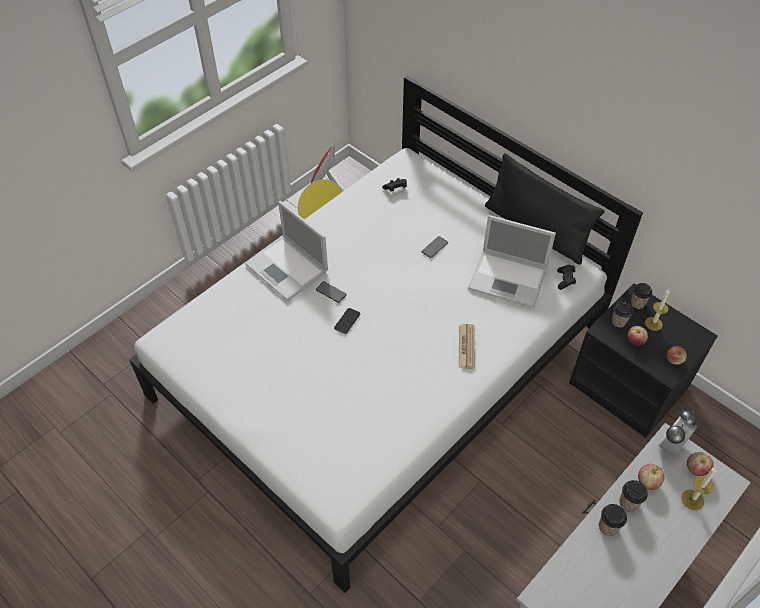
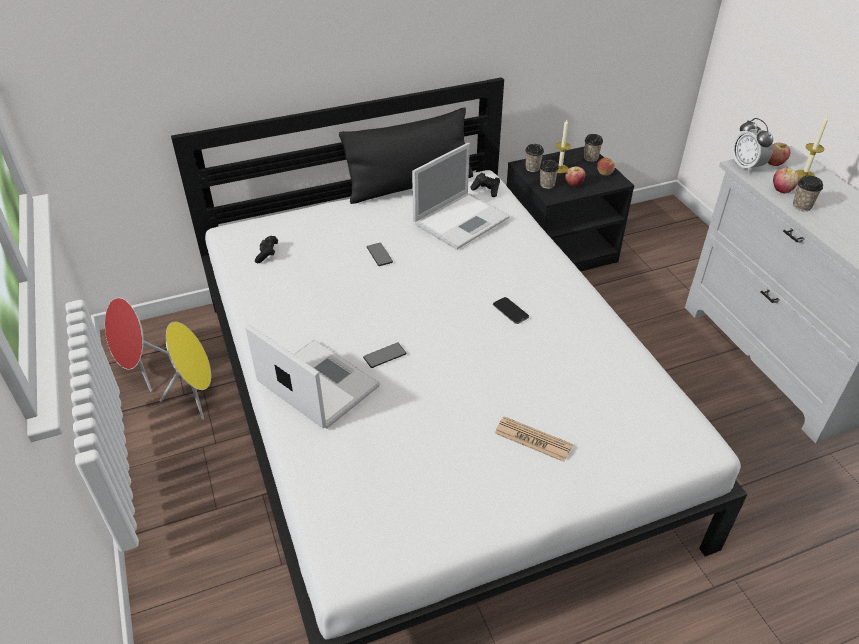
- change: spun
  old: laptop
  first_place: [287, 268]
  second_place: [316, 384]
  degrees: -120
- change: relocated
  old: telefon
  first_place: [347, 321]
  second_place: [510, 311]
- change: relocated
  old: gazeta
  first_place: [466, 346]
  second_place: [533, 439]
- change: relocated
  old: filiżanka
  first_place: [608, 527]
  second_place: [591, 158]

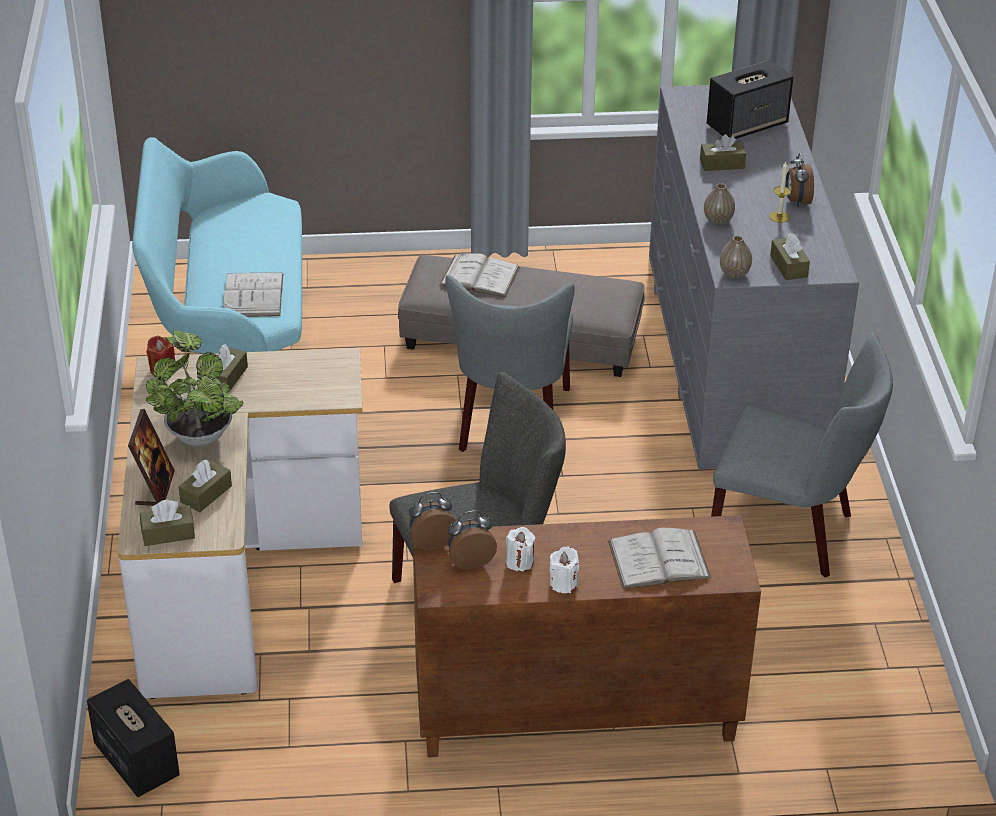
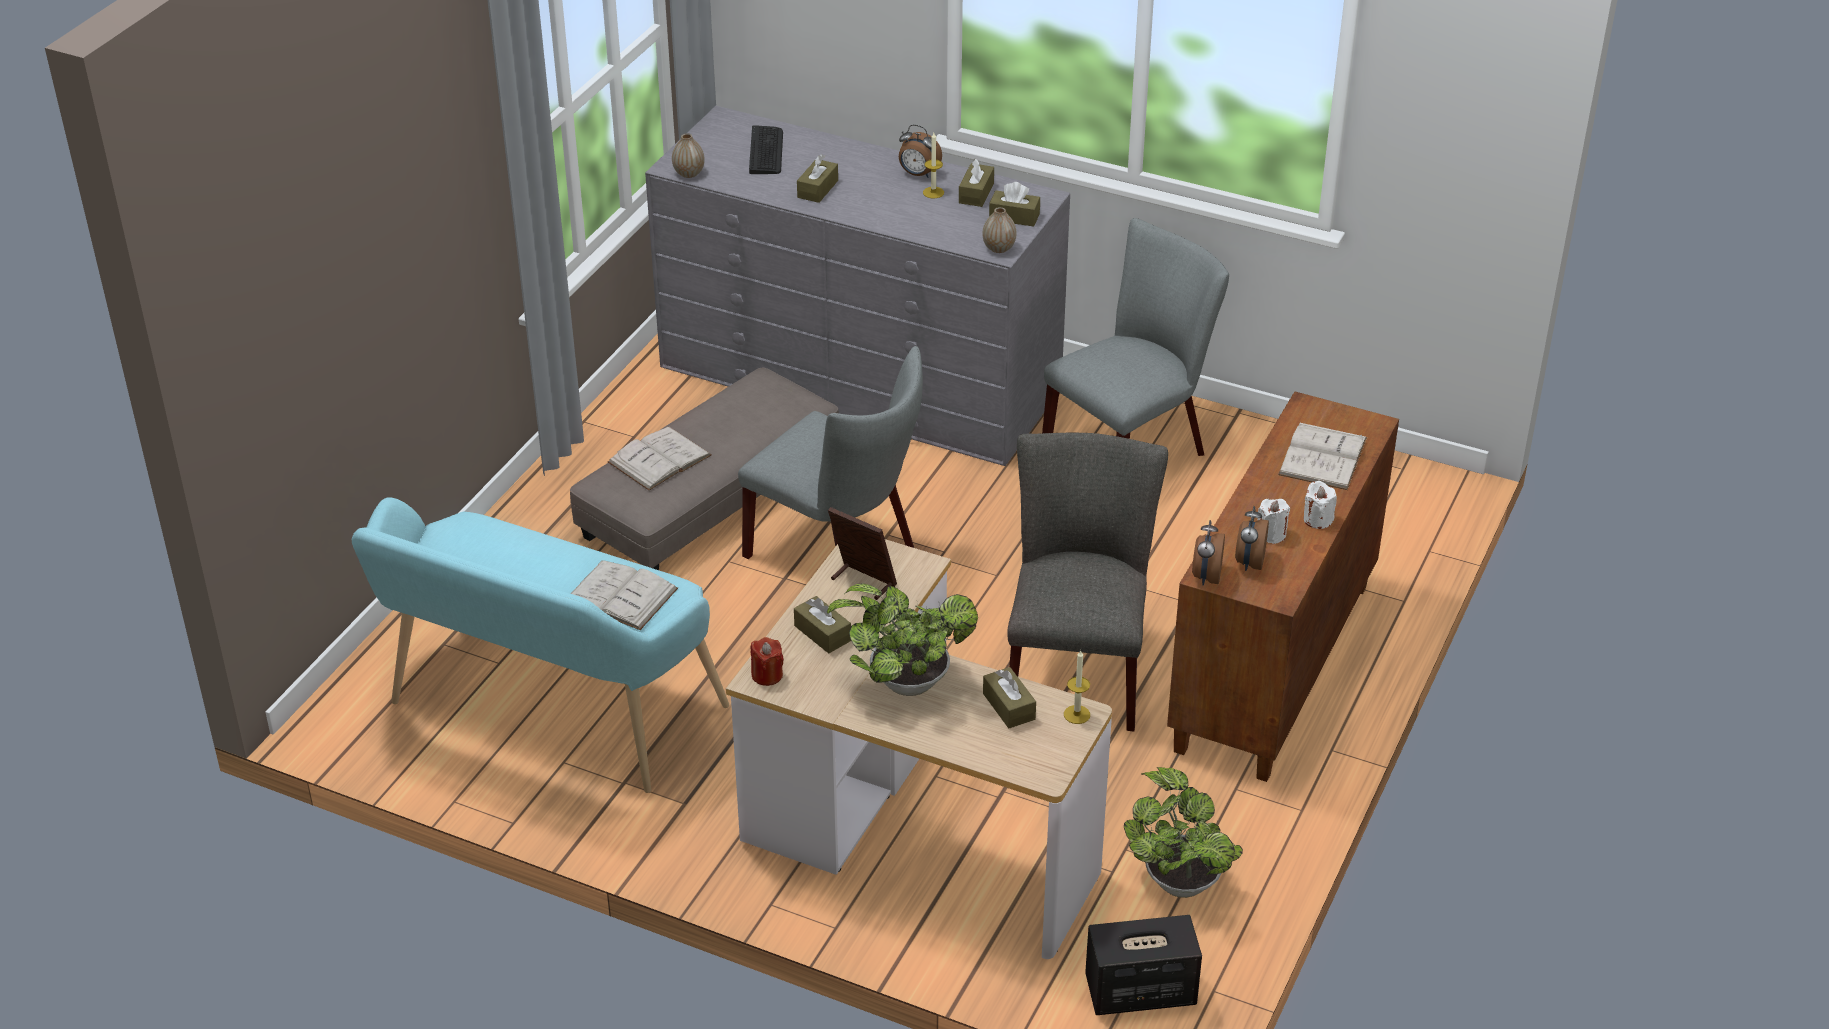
- change: exchanged
  old: głośnik
  new: klawiatura
  first_place: [747, 124]
  second_place: [766, 151]
- change: relocated
  old: wazon
  first_place: [718, 220]
  second_place: [689, 173]
- change: relocated
  old: ramka na zdjęcie
  first_place: [155, 489]
  second_place: [862, 581]
- change: relocated
  old: pudełko chusteczek/brązowy
  first_place: [168, 533]
  second_place: [976, 193]
- change: appeared
  new: świeca
  second_place: [1077, 714]
- change: appeared
  new: roślina doniczkowa
  second_place: [1178, 879]

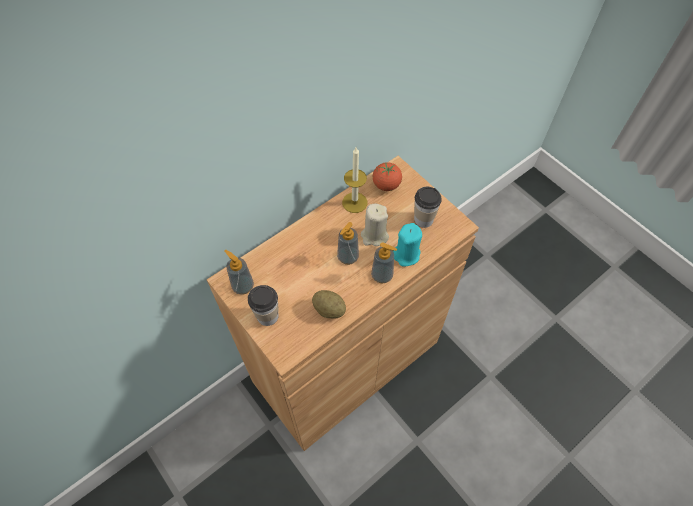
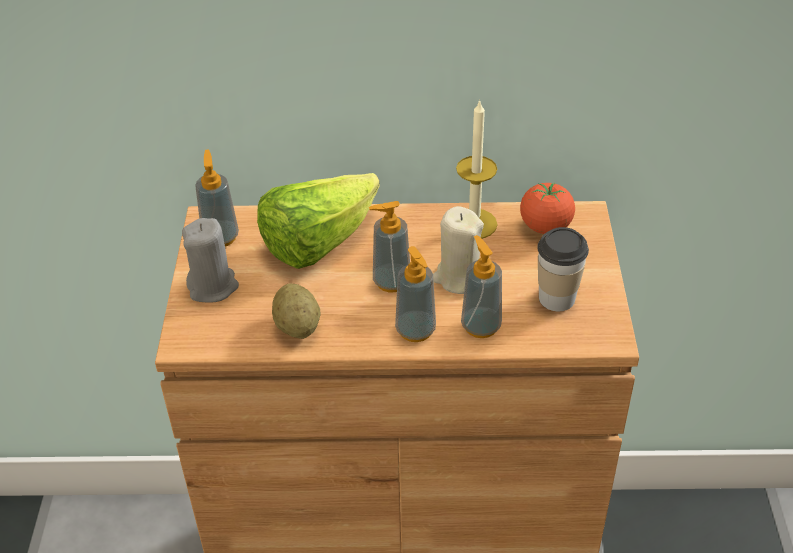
- change: exchanged
  old: świeca/turkusowy
  new: dozownik mydła
  first_place: [406, 254]
  second_place: [481, 326]
- change: exchanged
  old: filiżanka
  new: świeca/szary
  first_place: [267, 316]
  second_place: [213, 286]
- change: appeared
  new: sałata
  second_place: [318, 243]

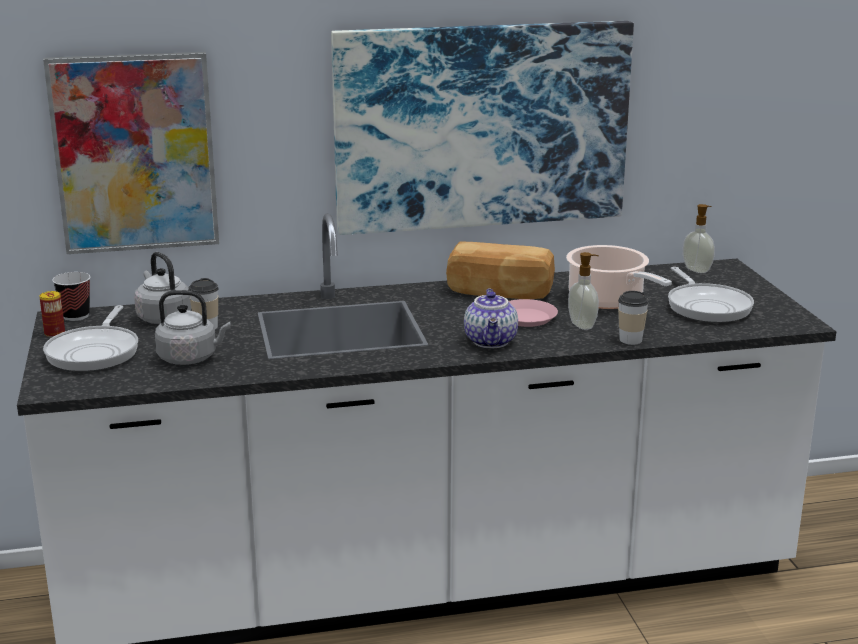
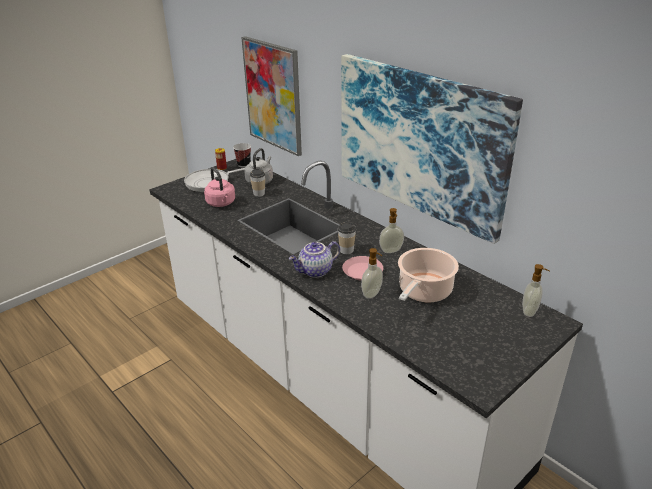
- change: exchanged
  old: chleb
  new: dozownik mydła
  first_place: [499, 293]
  second_place: [391, 251]
- change: missing
  old: patelnia
  first_place: [707, 306]
- change: colour
  old: czajnik/szary
  new: czajnik/różowy
  first_place: [191, 358]
  second_place: [221, 203]
- change: relocated
  old: filiżanka
  first_place: [630, 340]
  second_place: [346, 250]

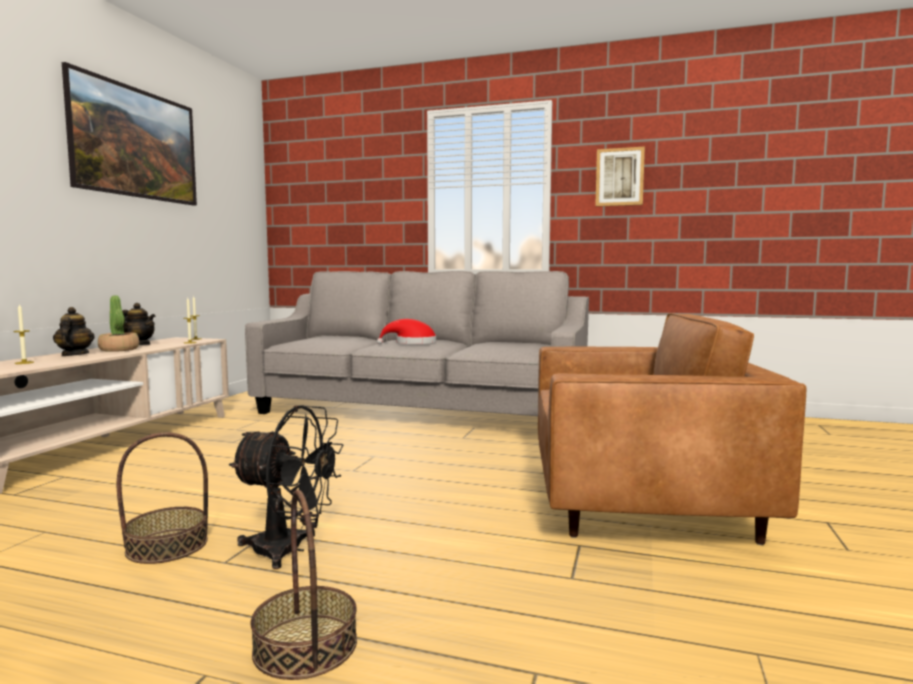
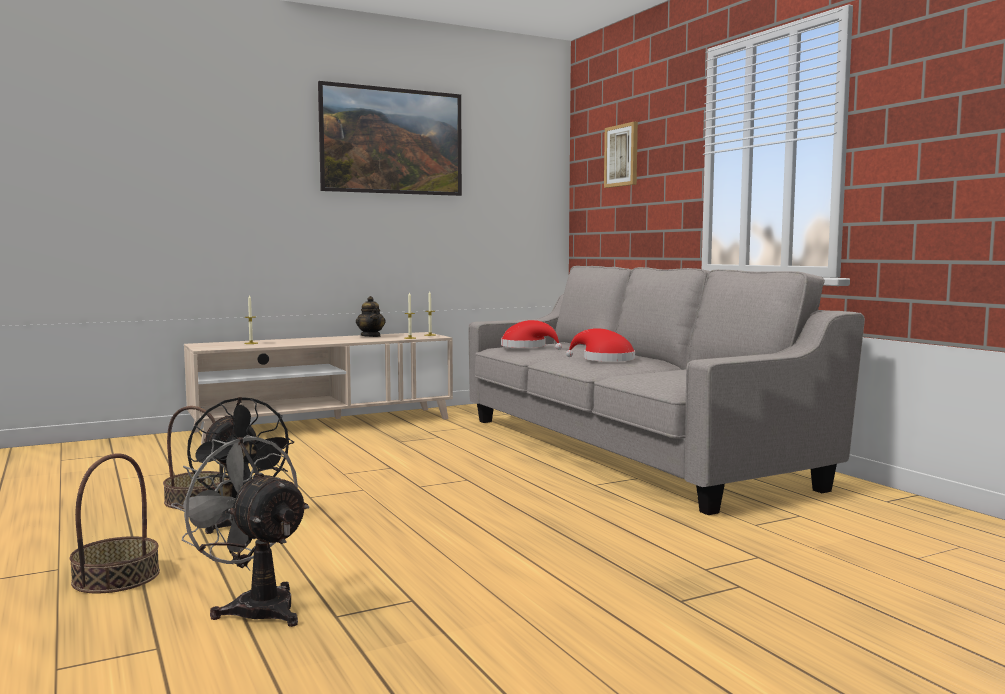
- change: relocated
  old: obraz
  first_place: [619, 177]
  second_place: [622, 155]
- change: missing
  old: roślina doniczkowa
  first_place: [119, 349]
- change: missing
  old: imbryk
  first_place: [74, 355]
- change: missing
  old: fotel/brązowy
  first_place: [640, 509]
- change: appeared
  new: kapelusz/czerwony
  second_place: [527, 347]
- change: appeared
  new: wentylator/szary
  second_place: [255, 606]

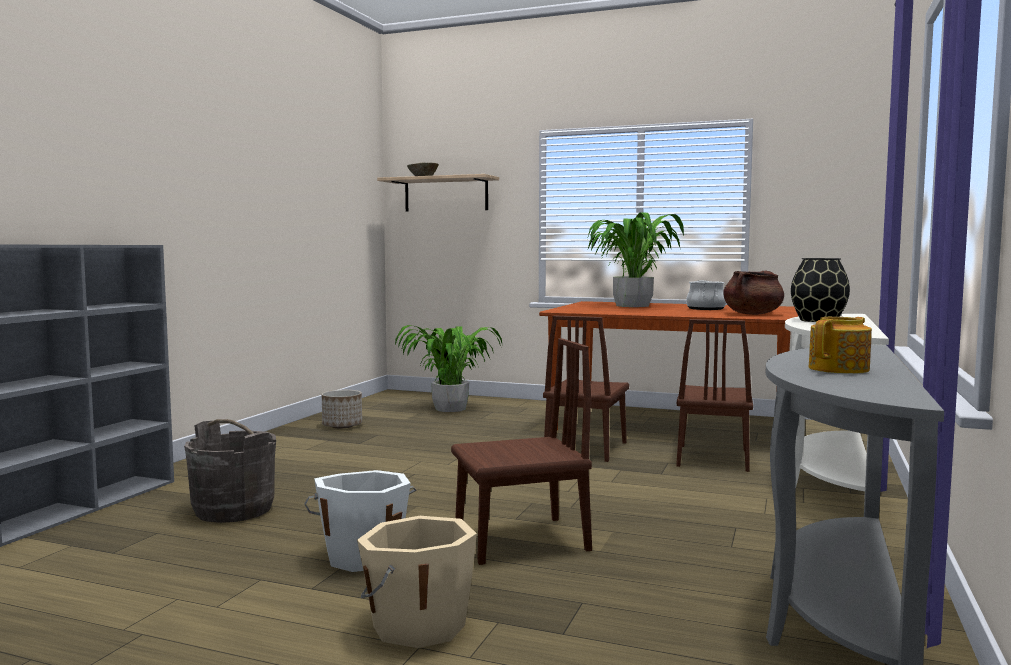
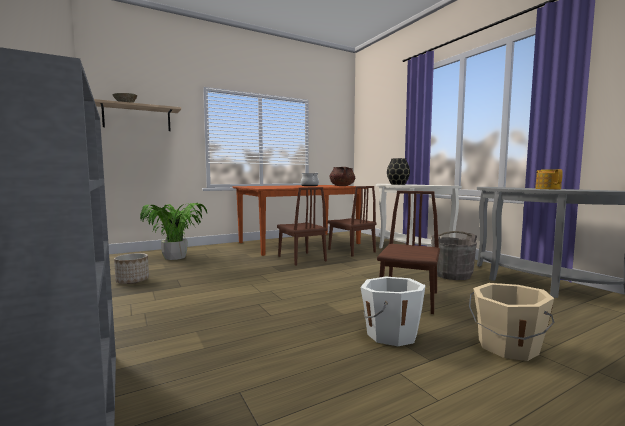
- change: missing
  old: roślina doniczkowa
  first_place: [632, 306]
- change: relocated
  old: wiadro/szary
  first_place: [233, 510]
  second_place: [452, 275]

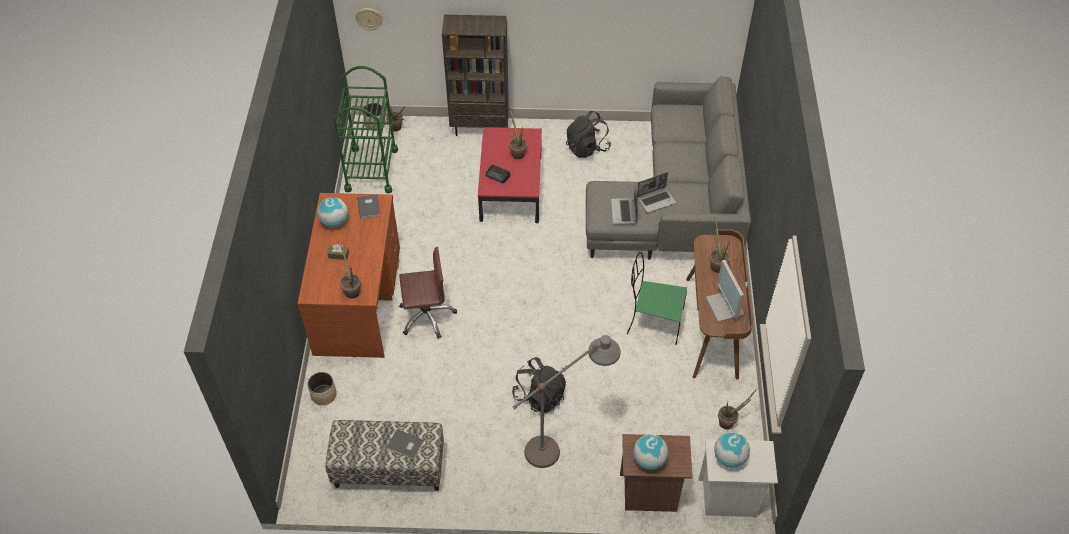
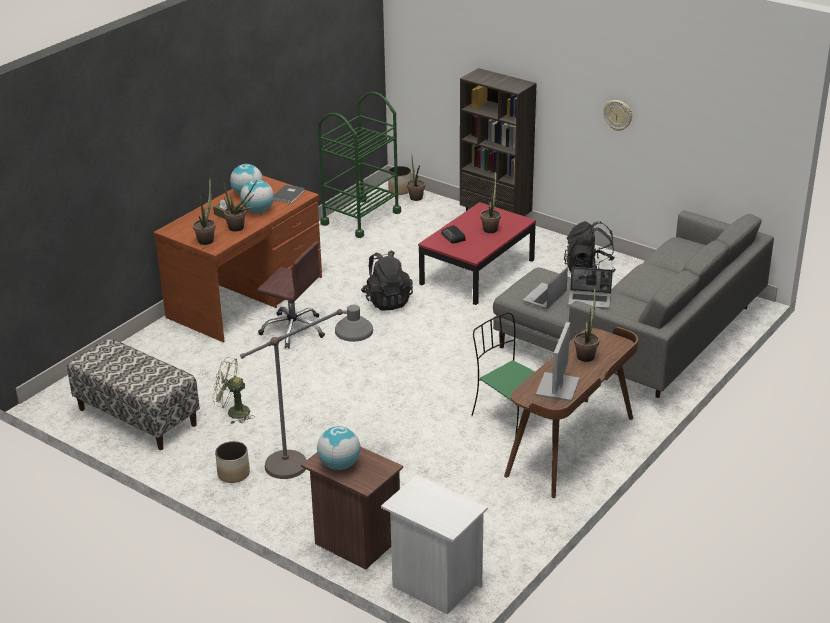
- change: relocated
  old: zegar ścienny
  first_place: [369, 18]
  second_place: [618, 115]
- change: relocated
  old: plecak/czarny
  first_place: [539, 396]
  second_place: [387, 301]
- change: relocated
  old: donica
  first_place: [323, 395]
  second_place: [233, 474]
- change: relocated
  old: roślina doniczkowa
  first_place: [729, 422]
  second_place: [239, 228]
- change: missing
  old: książka/szary
  first_place: [405, 445]
- change: relocated
  old: globus
  first_place: [729, 458]
  second_place: [258, 211]
- change: appeared
  new: wentylator/zielony
  second_place: [233, 412]

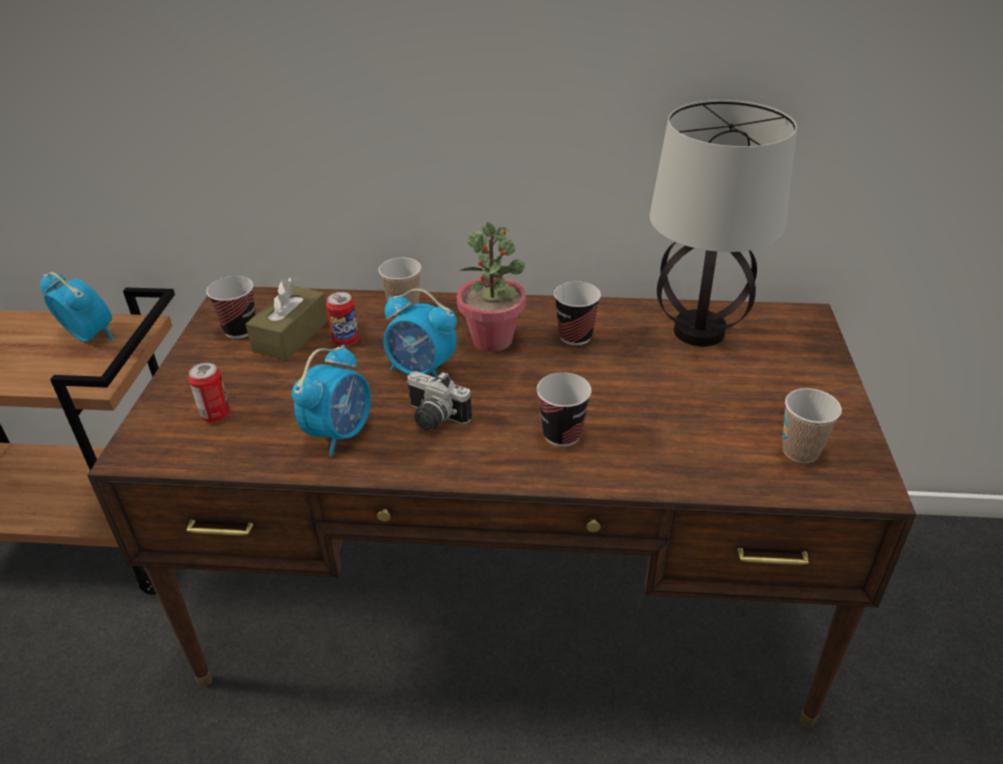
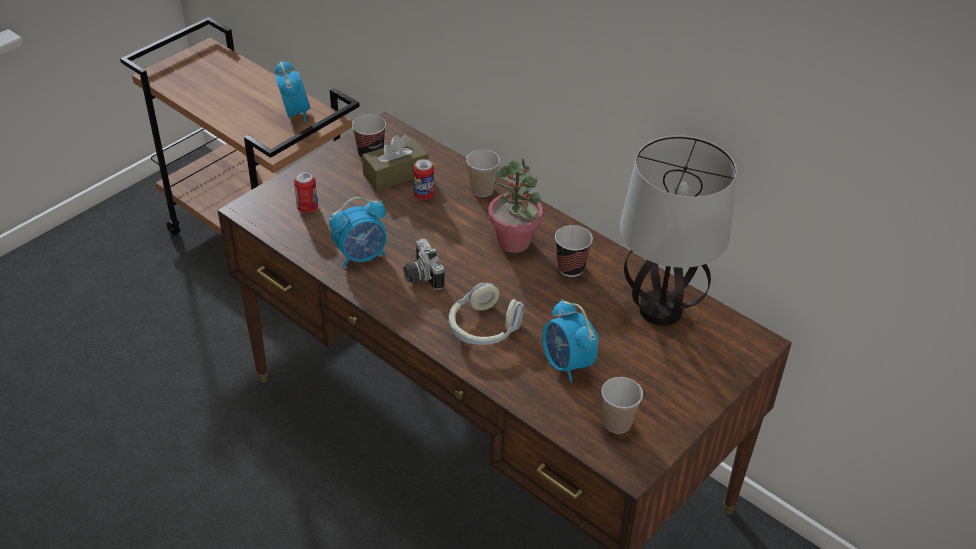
- change: relocated
  old: budzik
  first_place: [422, 371]
  second_place: [567, 364]
- change: exchanged
  old: filiżanka
  new: słuchawki
  first_place: [562, 434]
  second_place: [484, 328]

